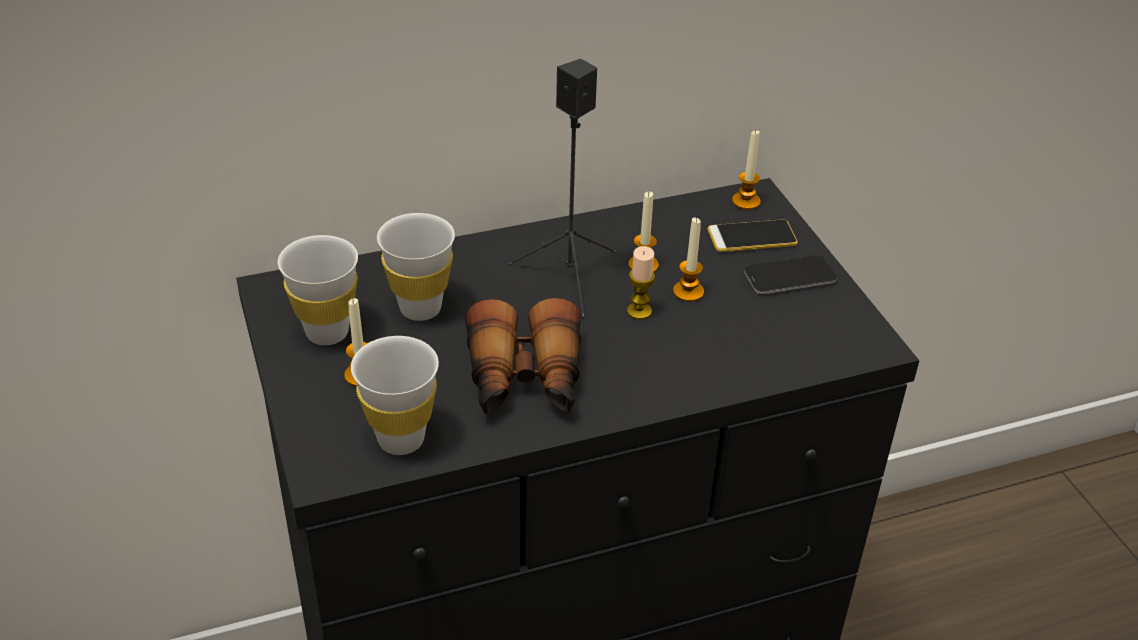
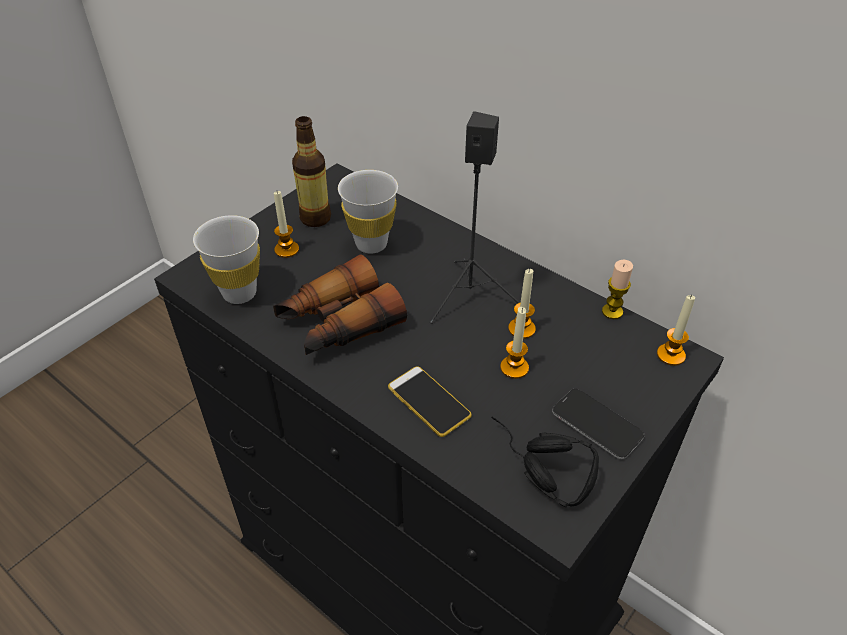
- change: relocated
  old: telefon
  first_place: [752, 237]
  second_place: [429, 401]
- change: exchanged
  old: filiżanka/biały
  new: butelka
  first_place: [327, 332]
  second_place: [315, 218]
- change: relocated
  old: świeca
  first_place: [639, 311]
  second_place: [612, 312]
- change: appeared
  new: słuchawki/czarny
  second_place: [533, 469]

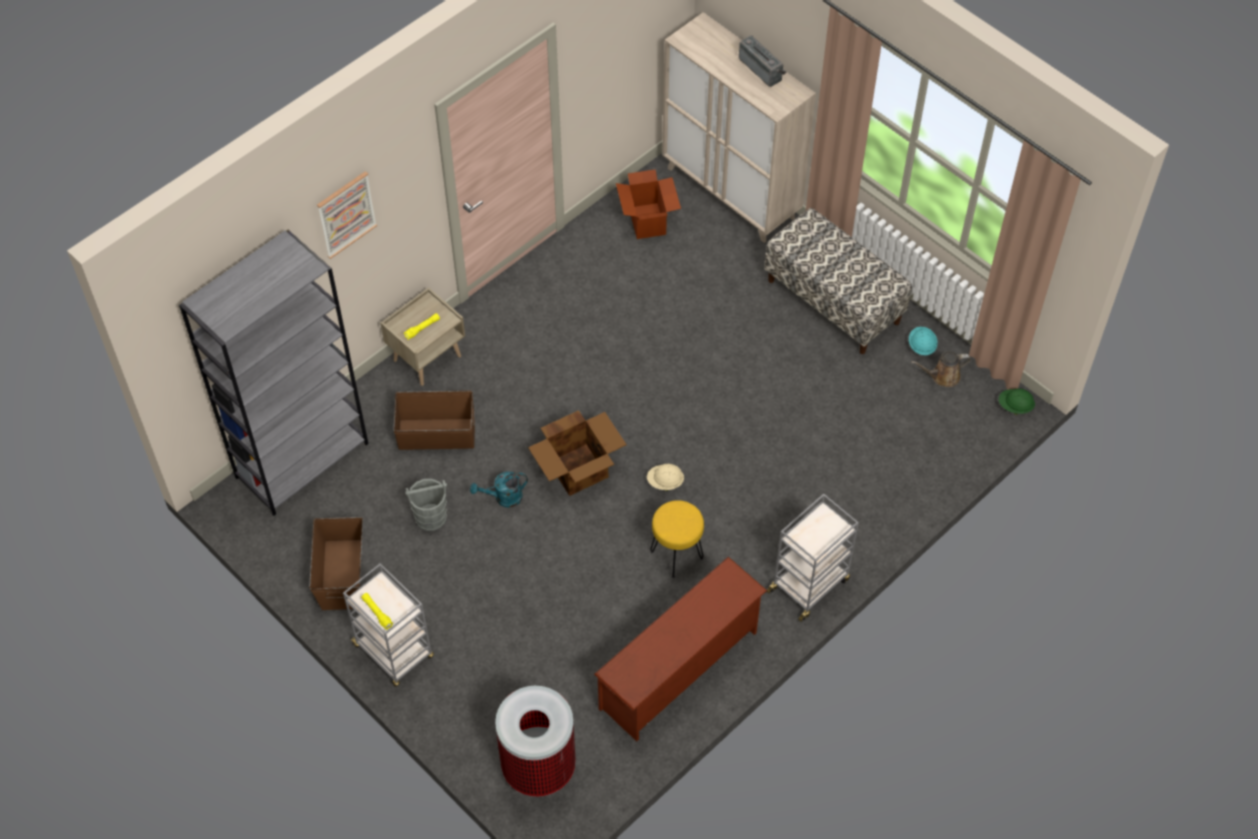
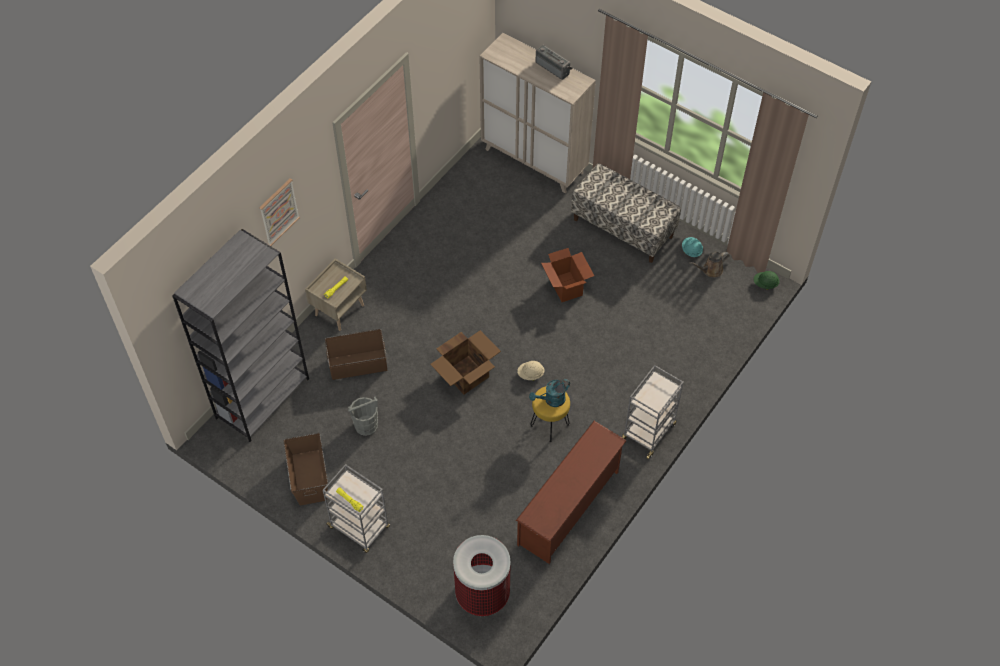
- change: relocated
  old: karton
  first_place: [648, 221]
  second_place: [566, 287]
- change: relocated
  old: konewka/turkusowy
  first_place: [503, 498]
  second_place: [551, 400]

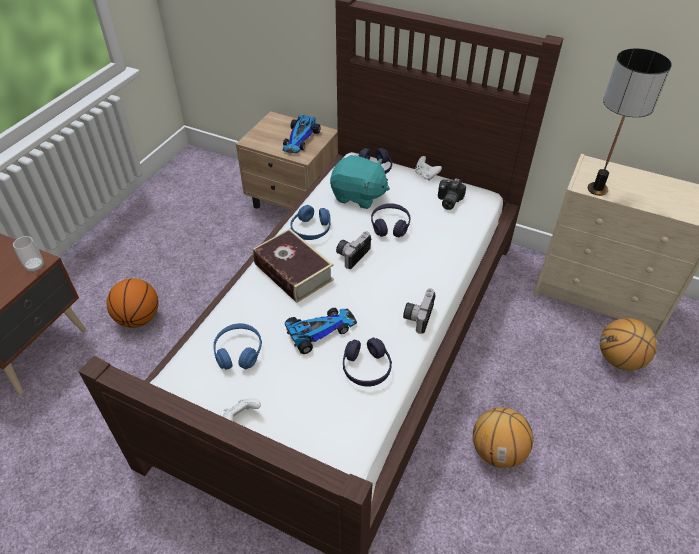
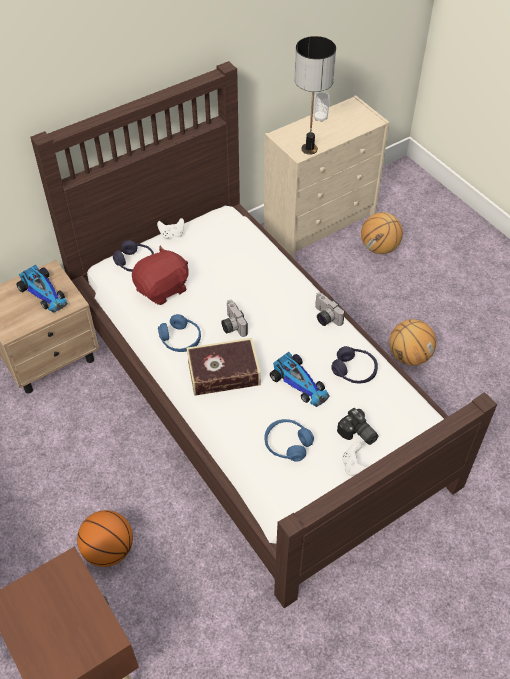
- change: colour
  old: pluszak/turkusowy
  new: pluszak/czerwony
  first_place: [358, 196]
  second_place: [163, 289]
- change: relocated
  old: aparat fotograficzny
  first_place: [448, 201]
  second_place: [357, 434]
- change: missing
  old: słuchawki/fioletowy
  first_place: [390, 226]
- change: relocated
  old: filiżanka
  first_place: [35, 266]
  second_place: [320, 118]
- change: spun
  old: samochodzik
  first_place: [319, 331]
  second_place: [300, 383]
  degrees: 135

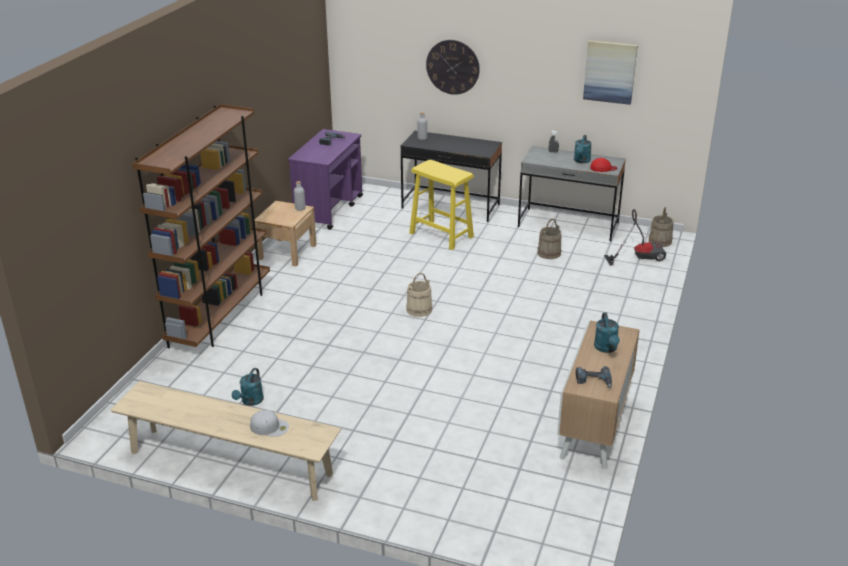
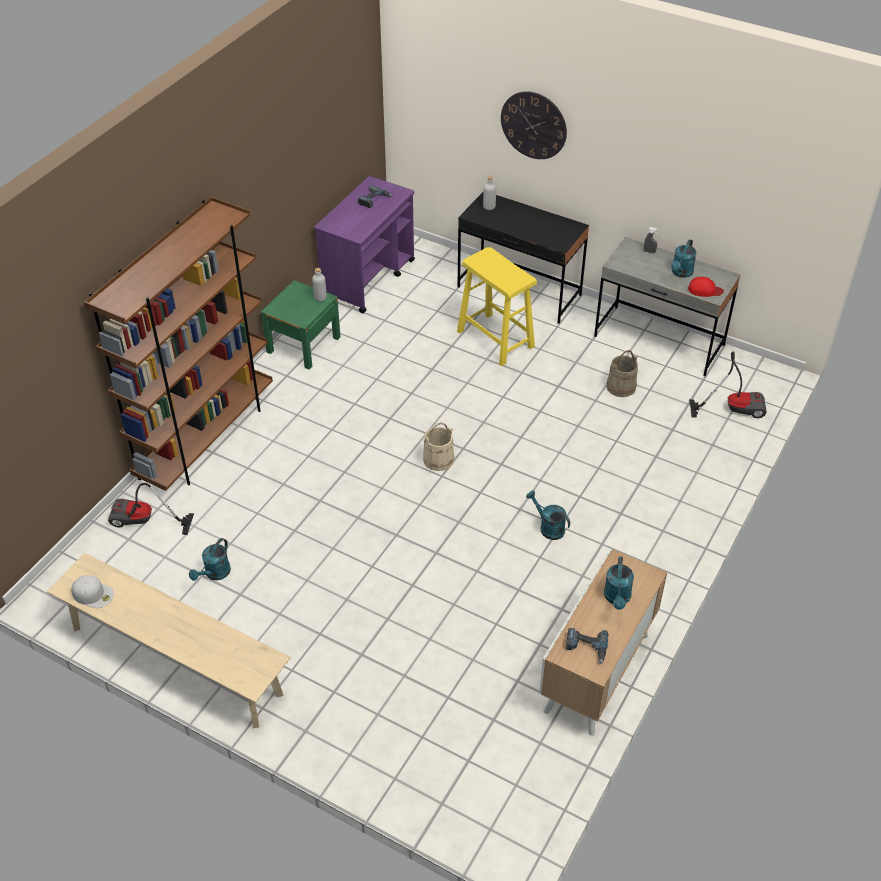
- change: missing
  old: obraz
  first_place: [610, 72]
- change: colour
  old: szafka nocna/beżowy
  new: szafka nocna/zielony
  first_place: [287, 252]
  second_place: [303, 344]
- change: missing
  old: wiadro/beżowy
  first_place: [660, 241]
- change: relocated
  old: czapka z daszkiem/biały
  first_place: [270, 427]
  second_place: [93, 594]
- change: appeared
  new: odkurzacz
  second_place: [143, 523]
- change: appeared
  new: konewka/turkusowy
  second_place: [548, 527]

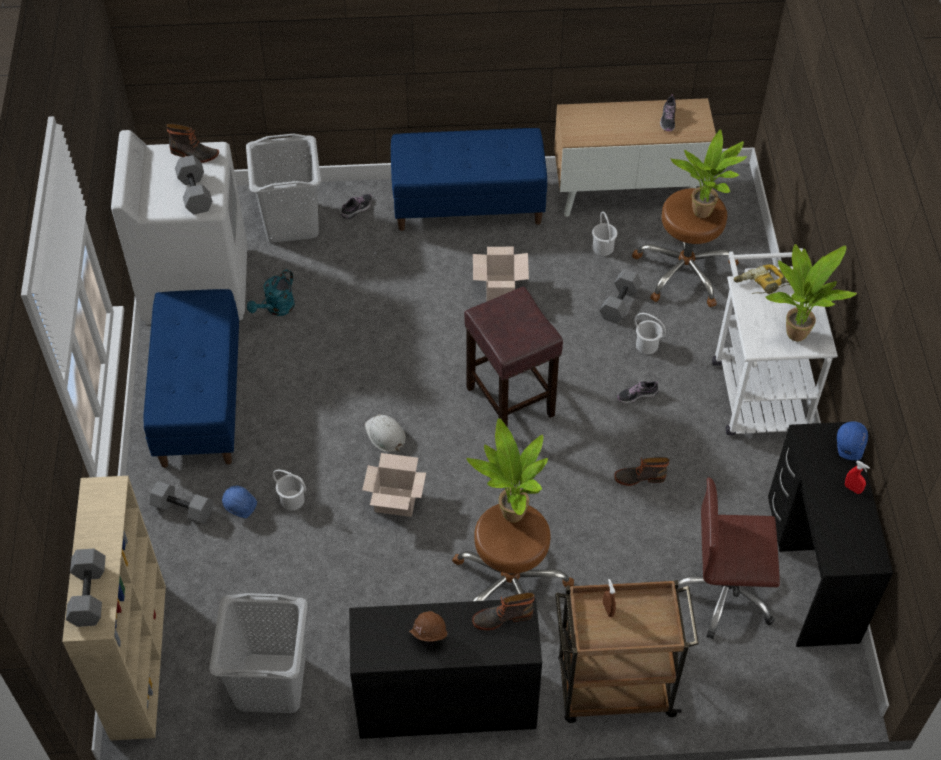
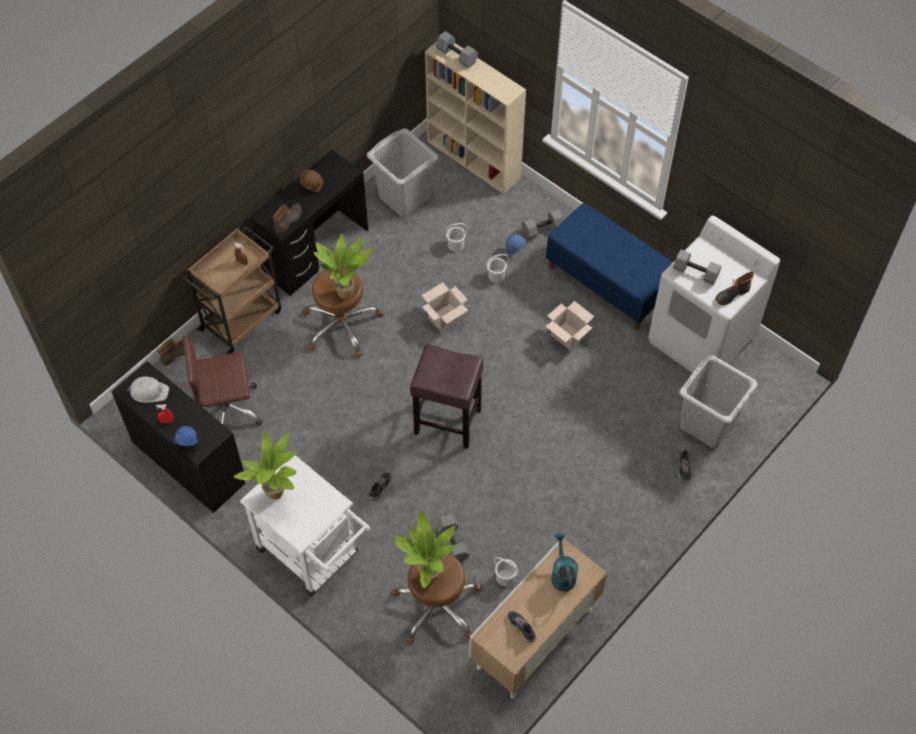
- change: missing
  old: ławka/niebieski
  first_place: [468, 204]
- change: relocated
  old: karton
  first_place: [499, 288]
  second_place: [569, 336]
- change: missing
  old: wiertarka
  first_place: [761, 285]
- change: relocated
  old: konewka/turkusowy
  first_place: [276, 309]
  second_place: [562, 573]
- change: relocated
  old: wiadro/biały
  first_place: [647, 345]
  second_place: [455, 244]
- change: relocated
  old: kask/biały
  first_place: [385, 434]
  second_place: [149, 391]
- change: relocated
  old: but z cholewką
  first_place: [639, 477]
  second_place: [177, 353]
- change: spun
  old: krzesło biurowe/brązowy
  first_place: [724, 592]
  second_place: [227, 410]
  degrees: -150

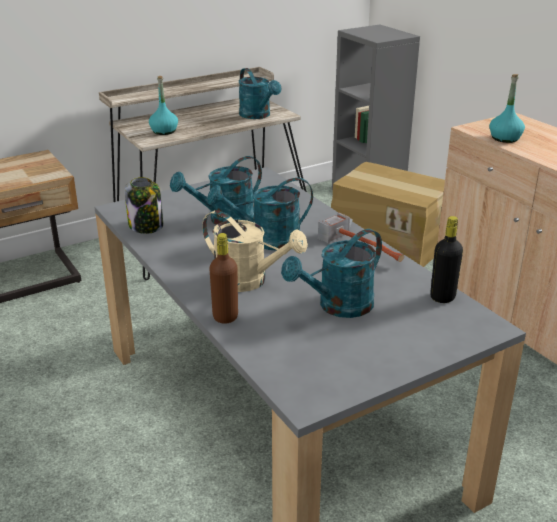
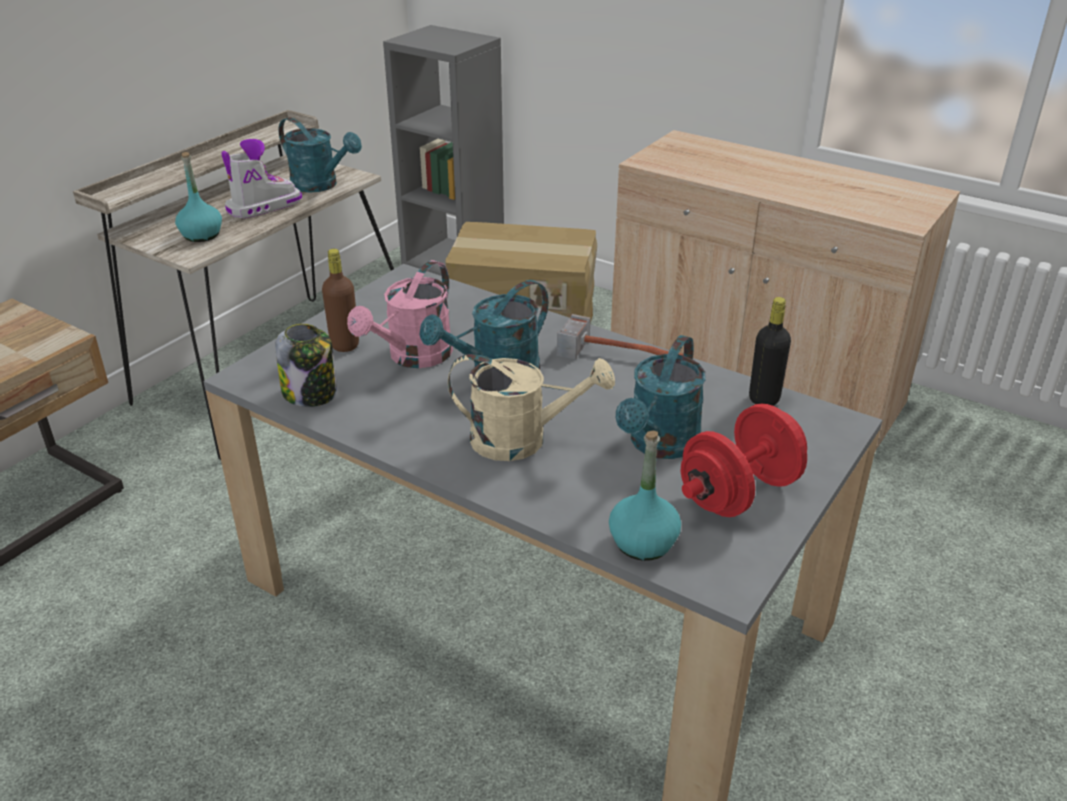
- change: relocated
  old: butelka/turkusowy
  first_place: [504, 138]
  second_place: [642, 543]
- change: colour
  old: konewka/turkusowy
  new: konewka/różowy
  first_place: [224, 220]
  second_place: [413, 357]
- change: relocated
  old: butelka/brązowy
  first_place: [225, 316]
  second_place: [344, 345]
- change: appeared
  new: but z cholewką
  second_place: [263, 207]
- change: appeared
  new: hantel/czerwony
  second_place: [739, 493]

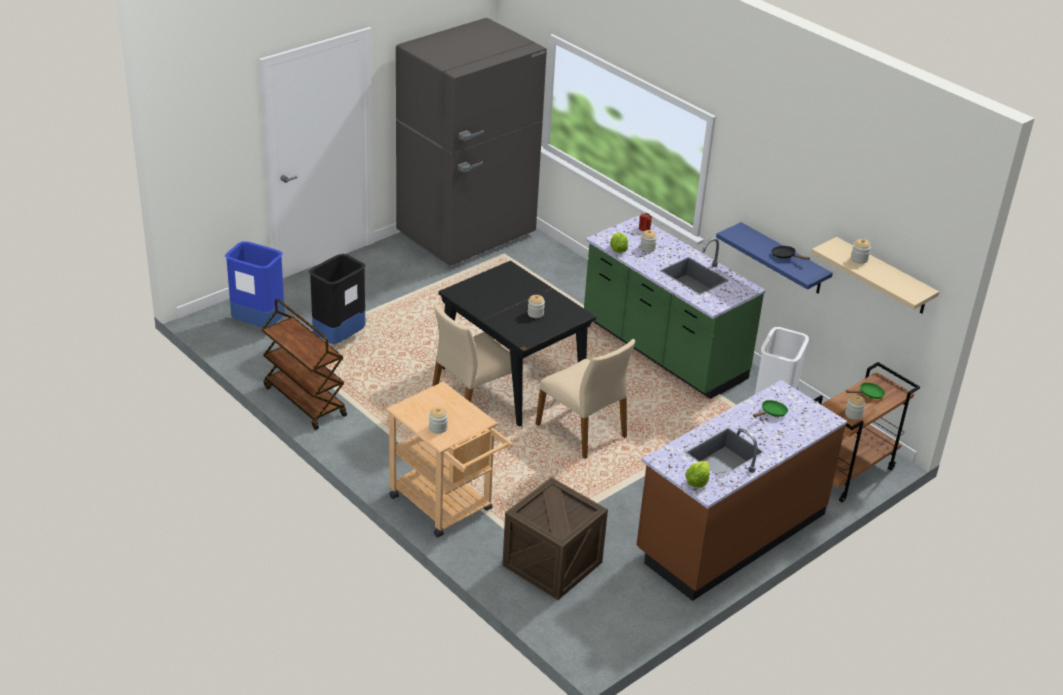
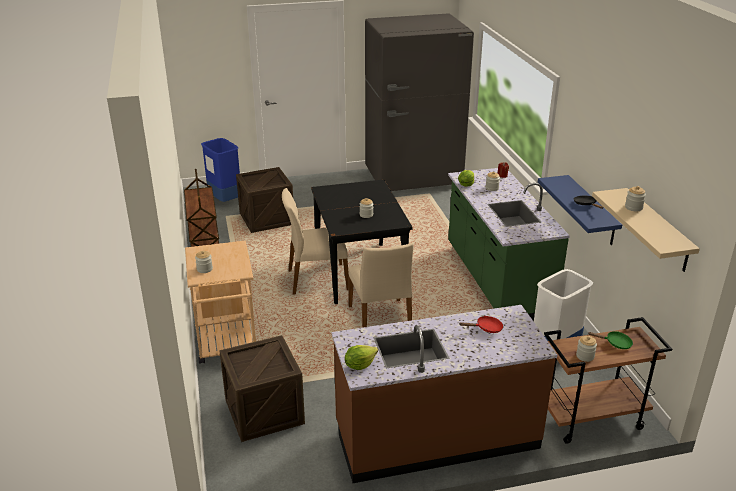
- change: exchanged
  old: kosz na śmieci/czarny
  new: skrzynka
  first_place: [339, 338]
  second_place: [266, 219]
- change: colour
  old: patelnia/zielony
  new: patelnia/czerwony
  first_place: [771, 413]
  second_place: [486, 328]

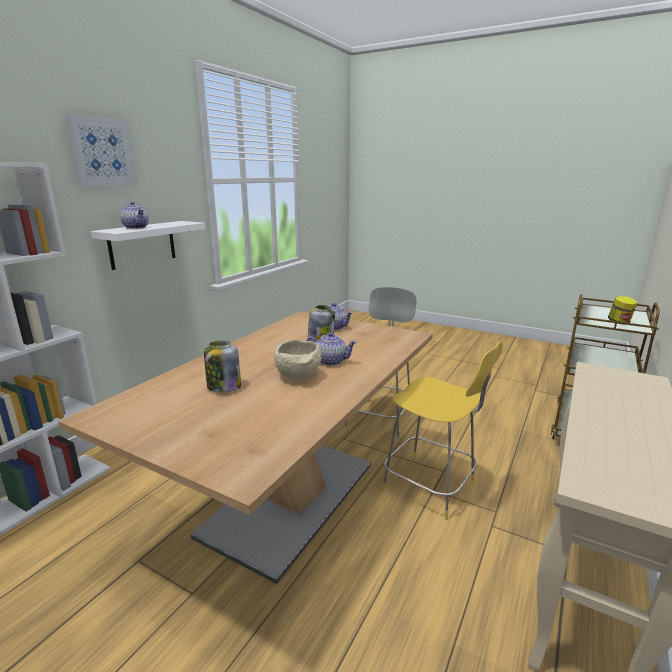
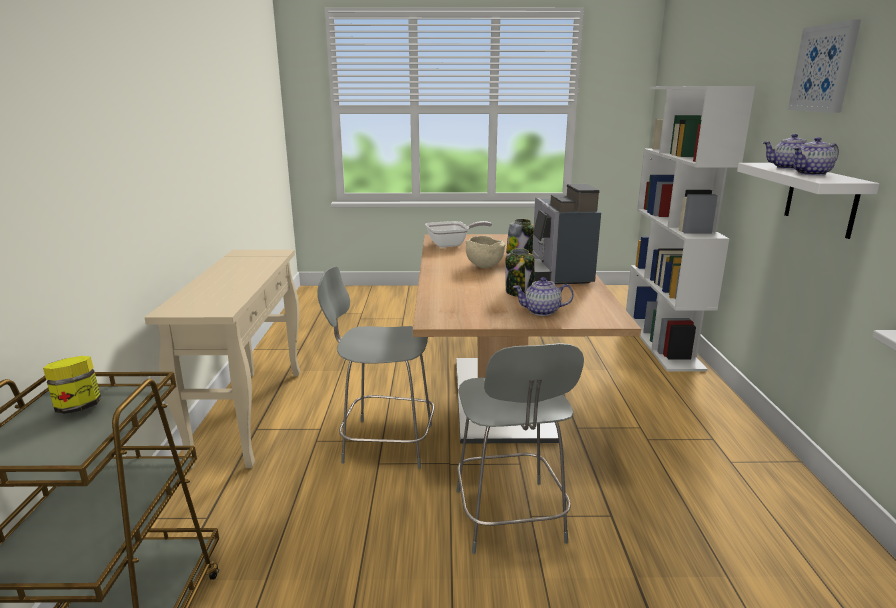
- change: relocated
  old: imbryk
  first_place: [331, 361]
  second_place: [811, 174]
- change: colour
  old: krzesło/żółty
  new: krzesło/szary
  first_place: [432, 487]
  second_place: [384, 443]
- change: appeared
  new: ekspres do kawy
  second_place: [557, 275]
- change: appeared
  new: patelnia
  second_place: [452, 244]

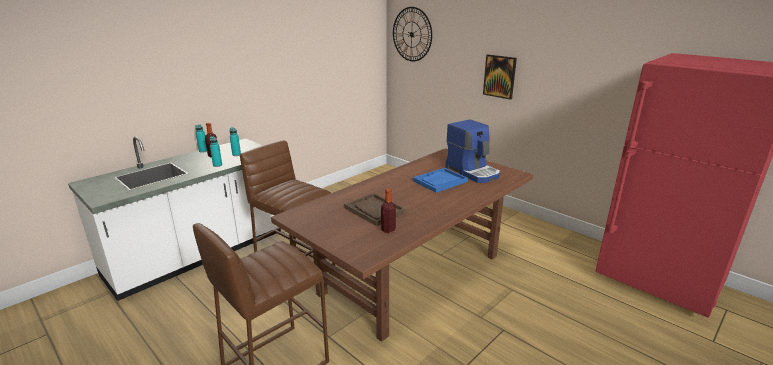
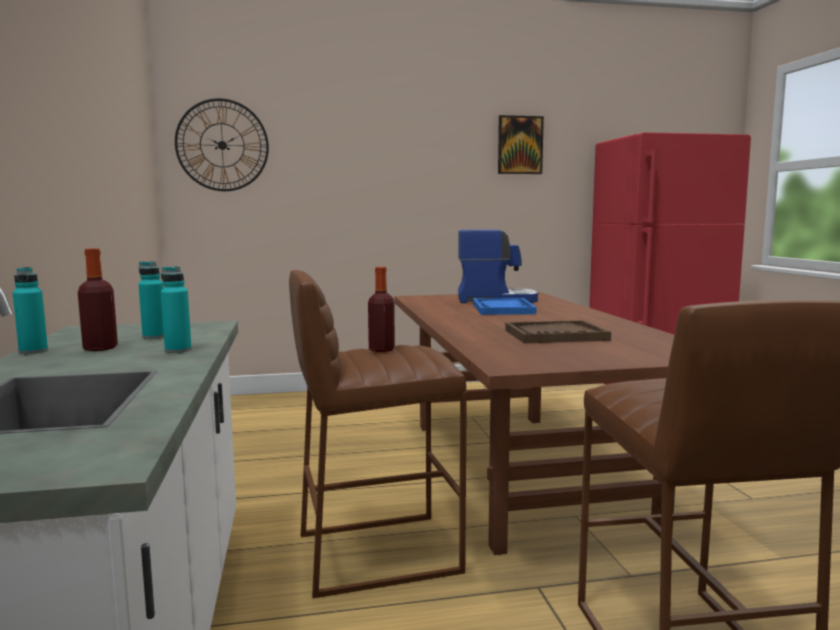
- change: relocated
  old: obraz
  first_place: [499, 76]
  second_place: [520, 145]
- change: relocated
  old: butelka
  first_place: [388, 230]
  second_place: [381, 349]

